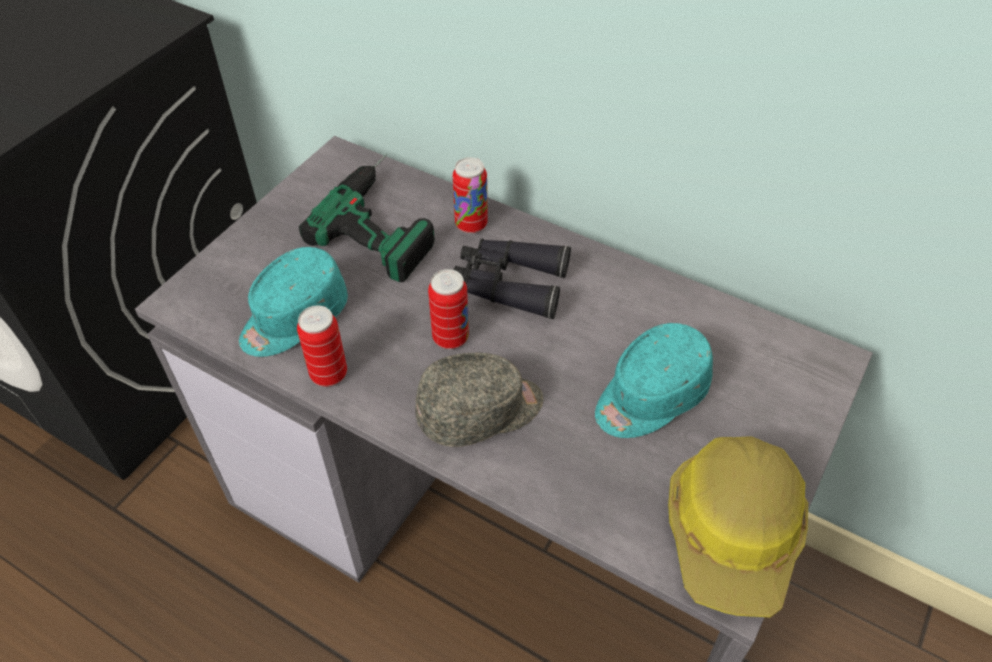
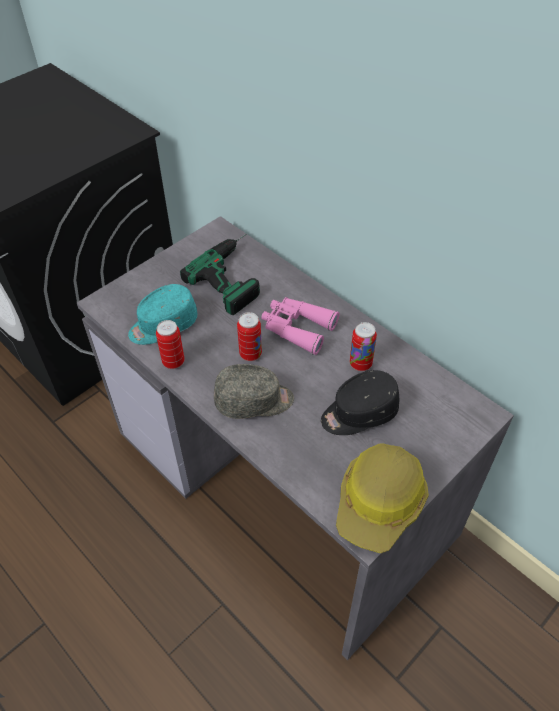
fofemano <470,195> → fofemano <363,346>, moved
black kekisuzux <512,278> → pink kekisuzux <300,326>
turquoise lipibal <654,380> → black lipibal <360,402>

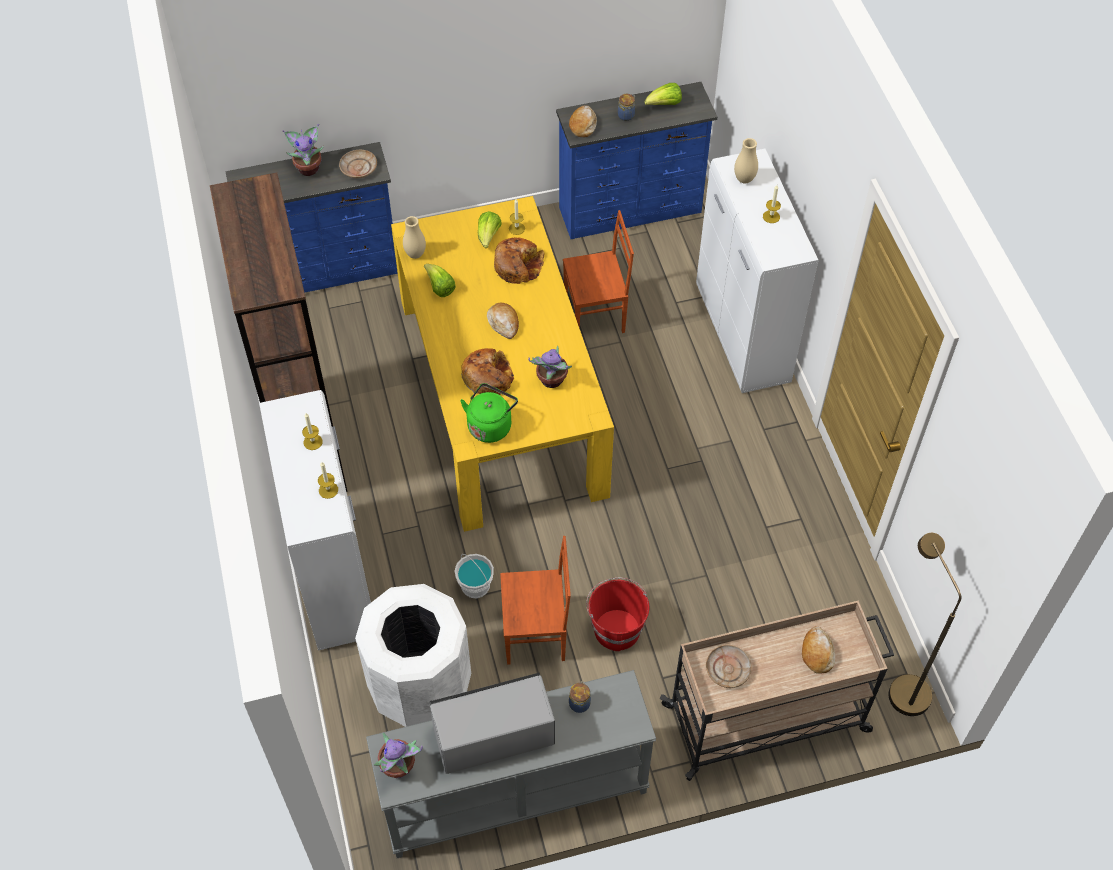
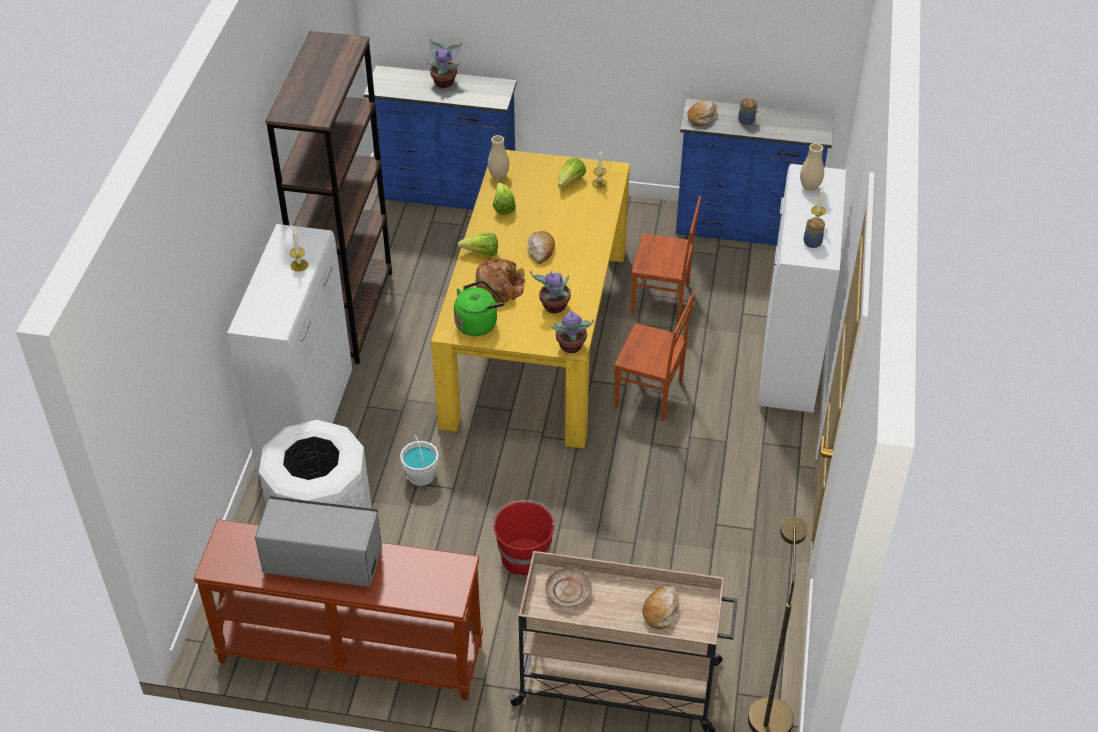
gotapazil <663,94> → gotapazil <477,244>, moved
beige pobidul <358,164> → -
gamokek <519,260> → -
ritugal <328,480> → -
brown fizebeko <535,600> → brown fizebeko <654,356>, moved
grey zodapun <511,764> → brown zodapun <338,609>
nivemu <580,697> → nivemu <814,233>, moved
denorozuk <398,755> → denorozuk <572,332>, moved

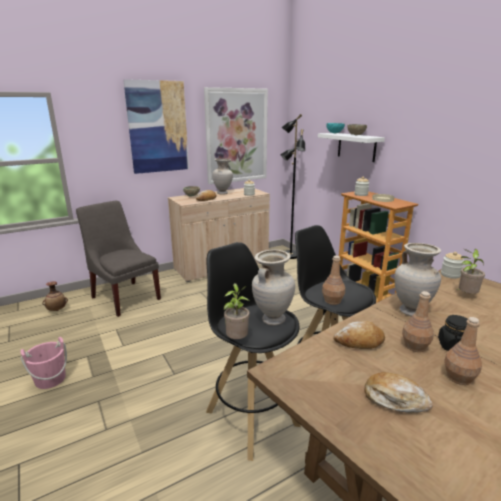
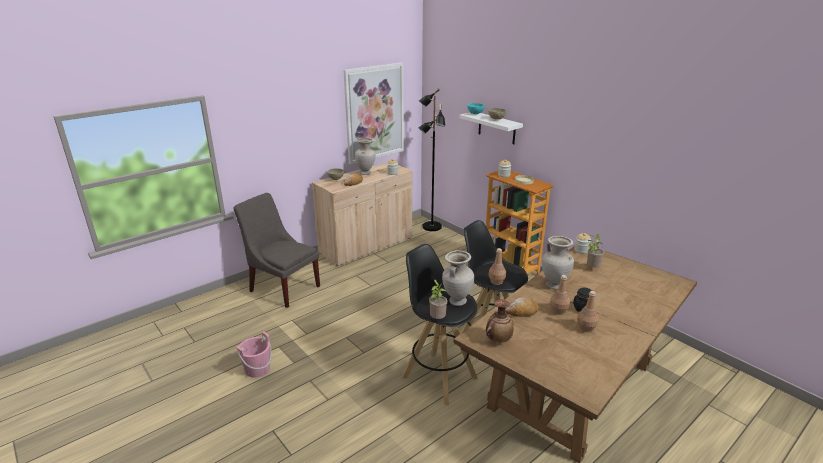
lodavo <156,126> → -
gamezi <55,296> → gamezi <499,321>, moved
gamokek <399,392> → -

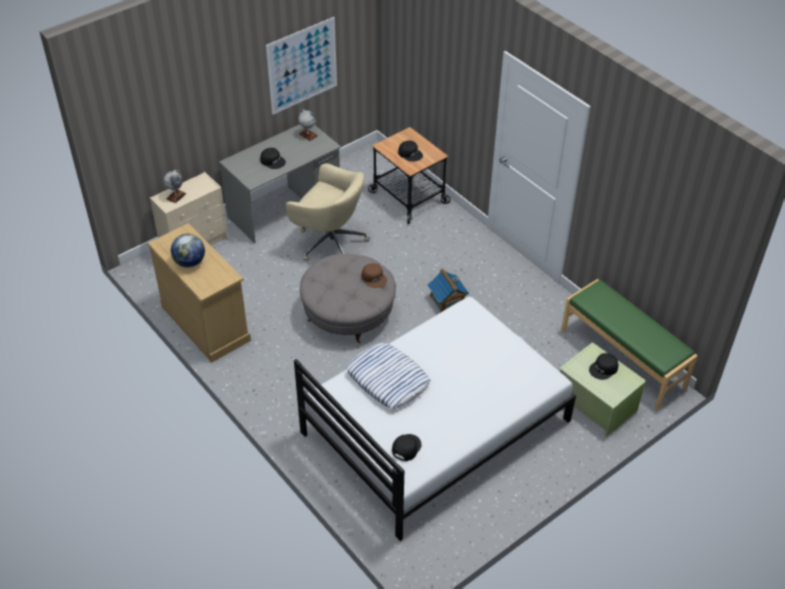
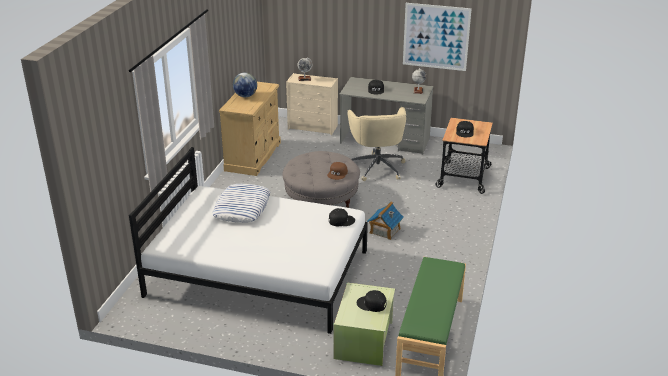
black lipibal <406,447> → black lipibal <342,217>, moved

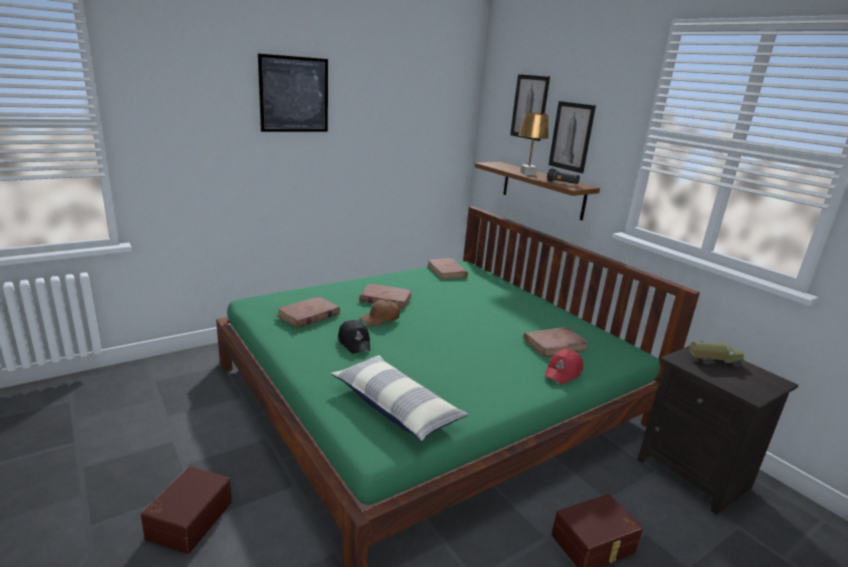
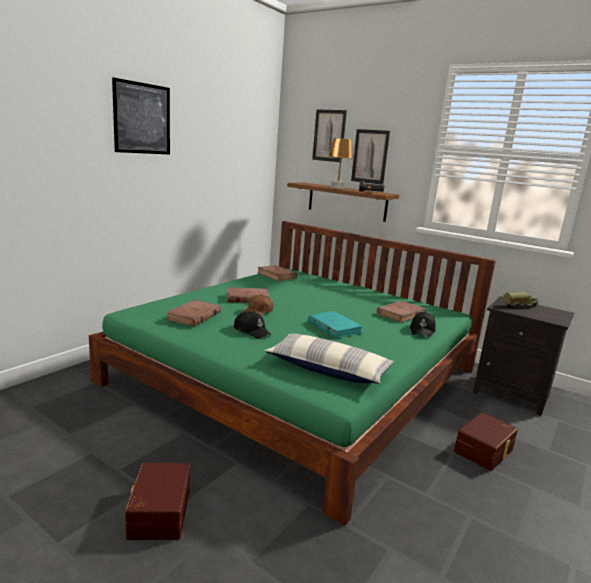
red lipibal <564,366> → black lipibal <423,324>
- → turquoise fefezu <335,324>

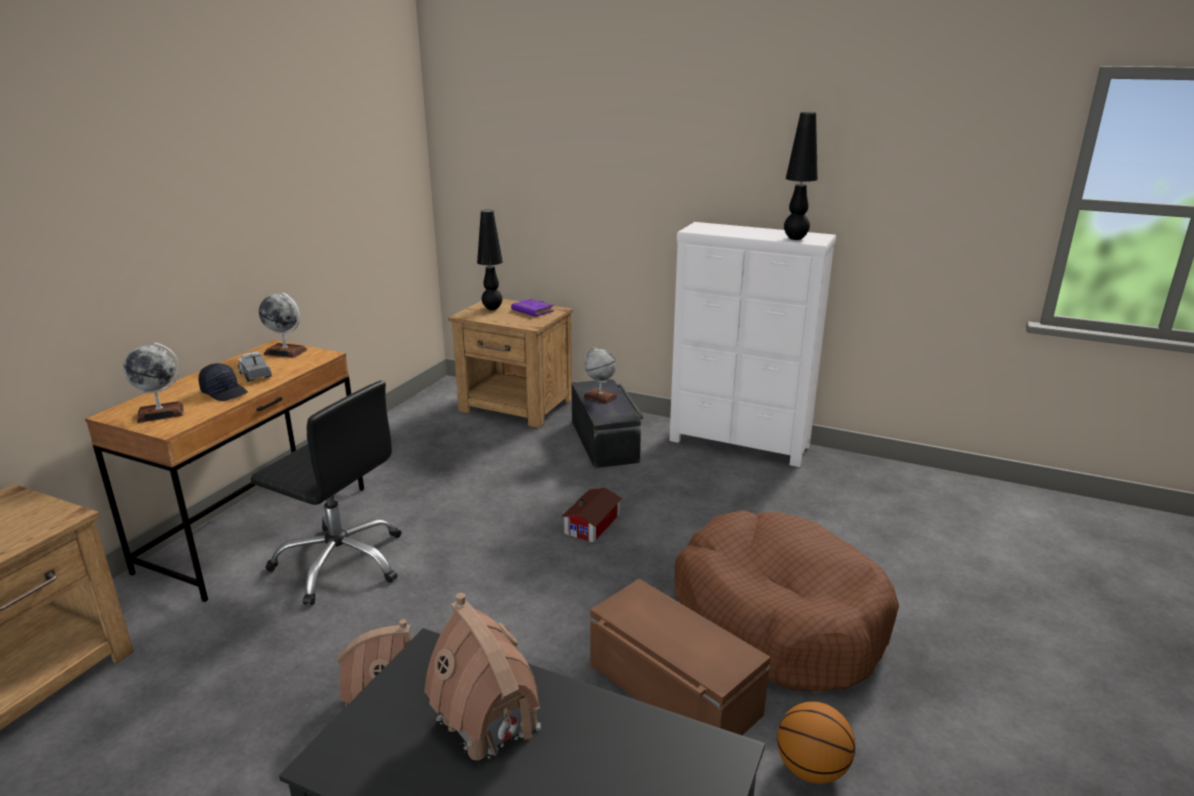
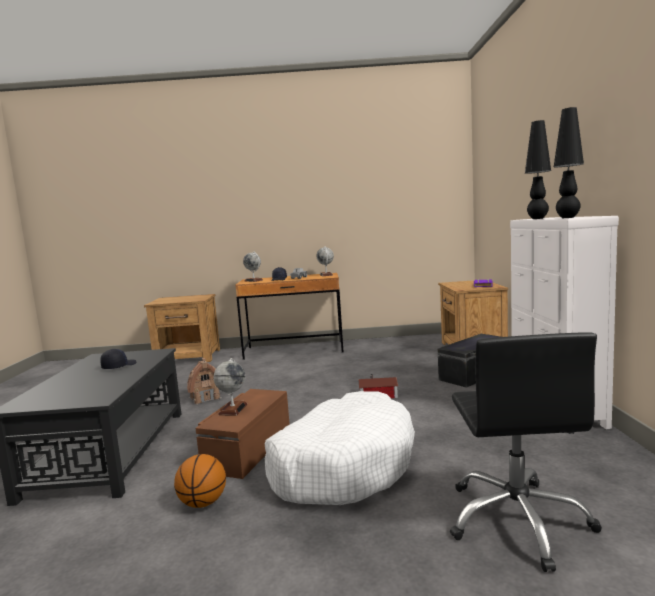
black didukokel <490,260> → black didukokel <538,169>, moved
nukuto <600,375> → nukuto <230,387>, moved
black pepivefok <326,493> → black pepivefok <526,452>, moved
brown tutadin <786,600> → white tutadin <340,448>
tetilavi <482,679> → black lipibal <118,359>

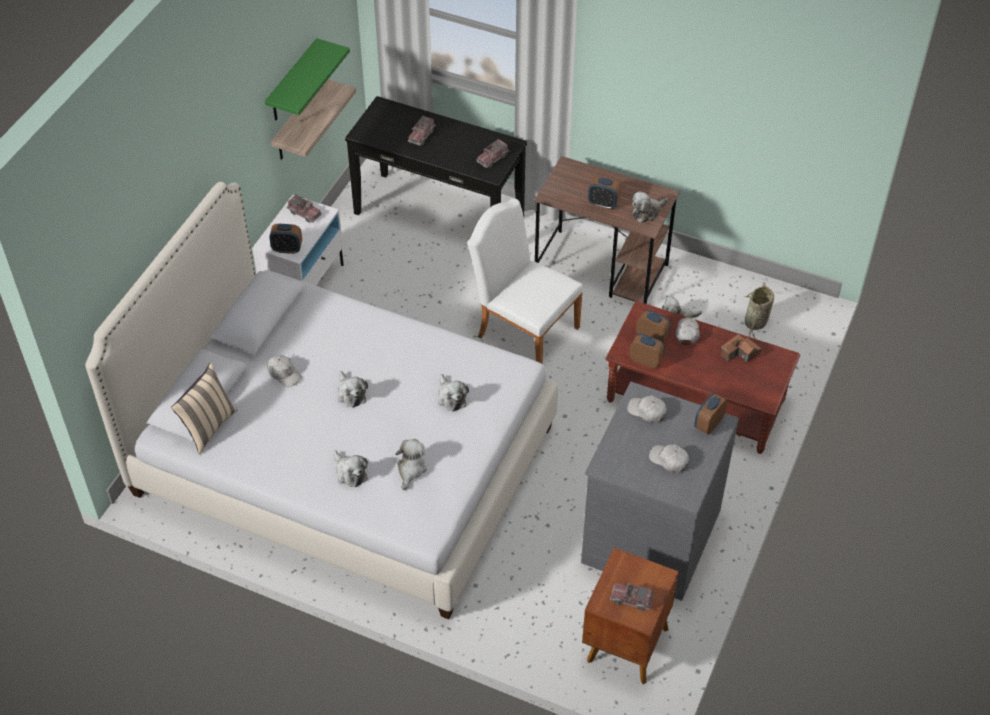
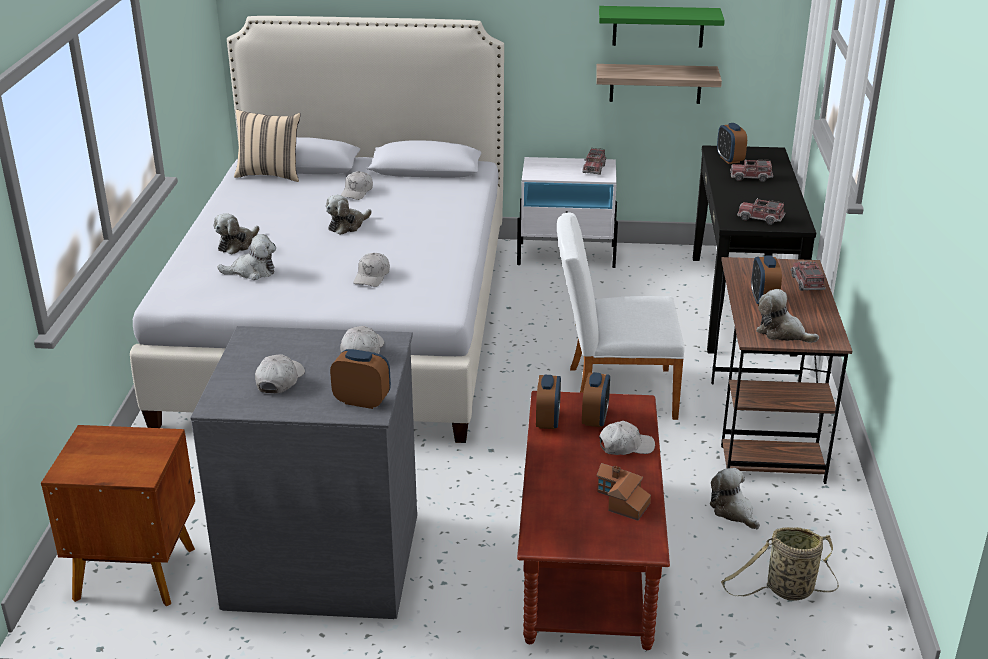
white fizebeko <525,281> → white fizebeko <620,316>, 105 degrees counterclockwise
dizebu <285,239> → dizebu <732,143>, moved
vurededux <453,393> → white lipibal <371,270>
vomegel <632,597> → vomegel <808,276>, moved

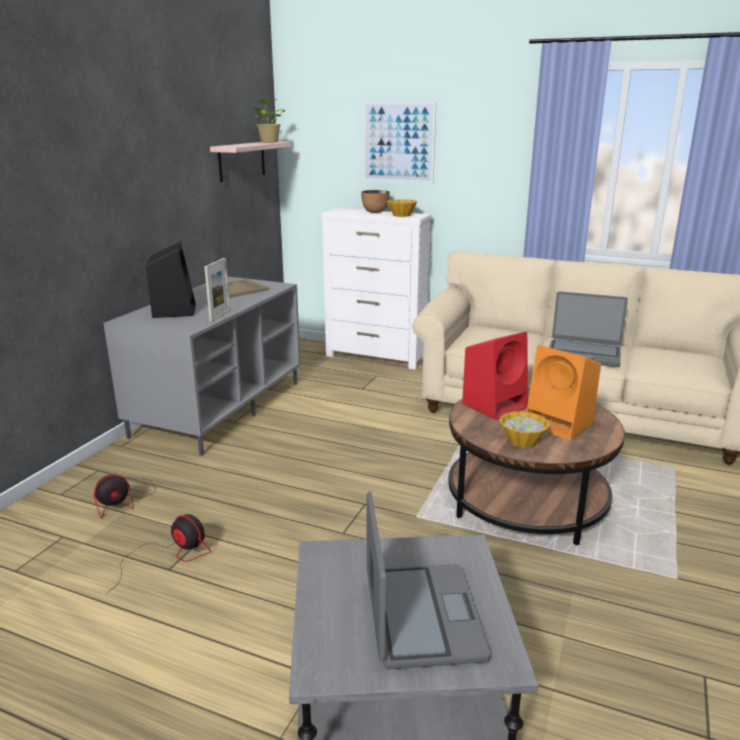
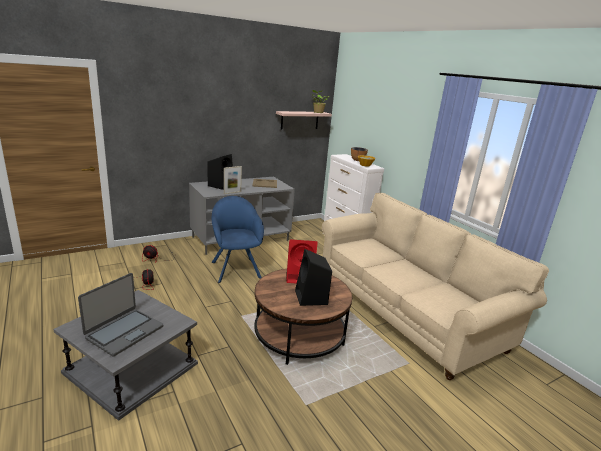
lodavo <399,142> → -
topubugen <588,329> → -
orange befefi <563,392> → black befefi <313,277>
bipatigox <524,429> → -
- → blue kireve <238,239>

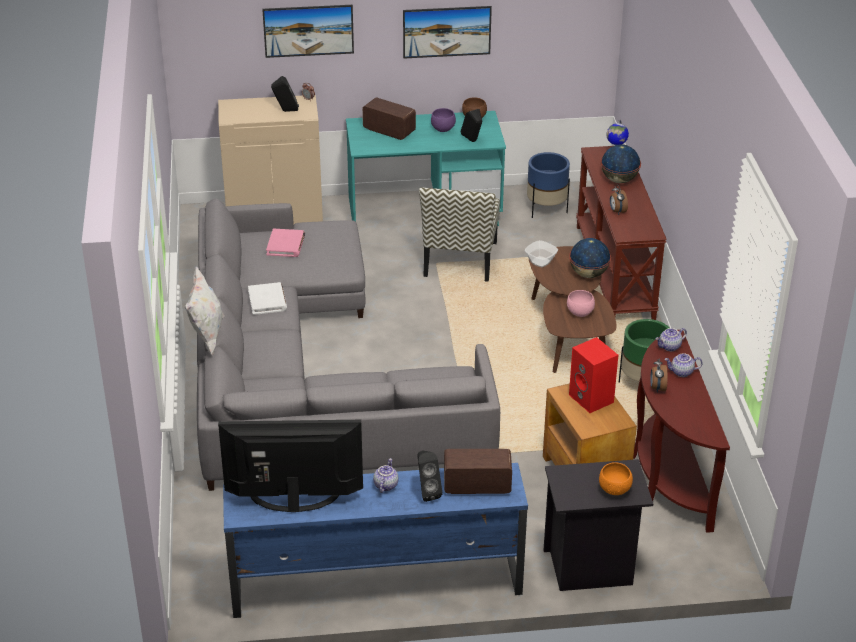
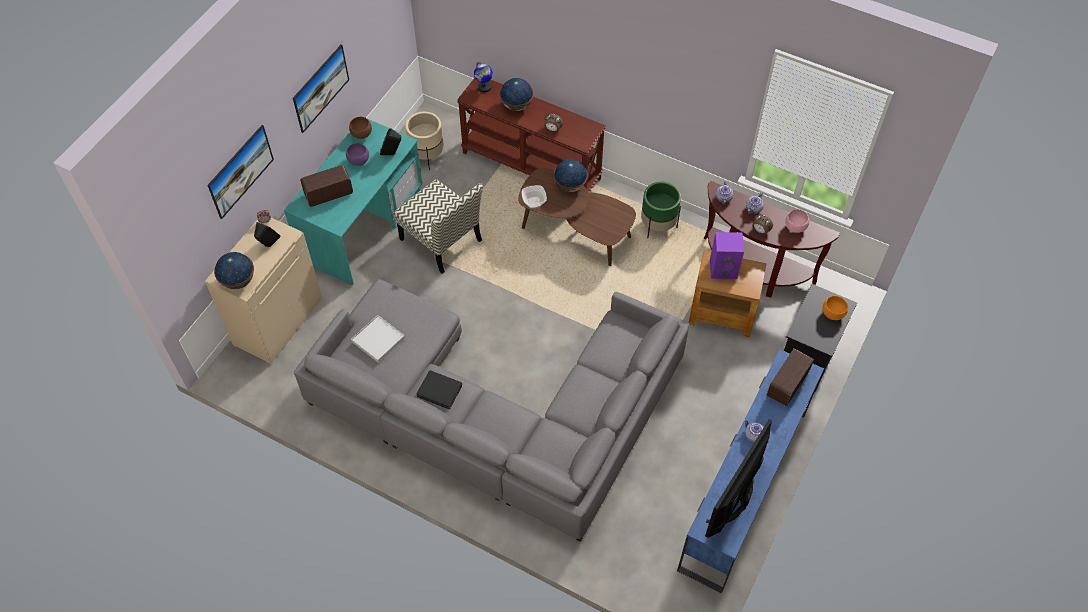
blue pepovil <548,185> → beige pepovil <425,141>
pink fefezu <285,242> → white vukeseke <378,339>
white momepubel <204,311> → -
white fefezu <267,298> → black fefezu <439,389>
pink bipatigox <581,303> → pink bipatigox <797,221>, moved
red befefi <593,375> → purple befefi <727,255>
black befefi <430,476> → -
- → nukuto <234,270>

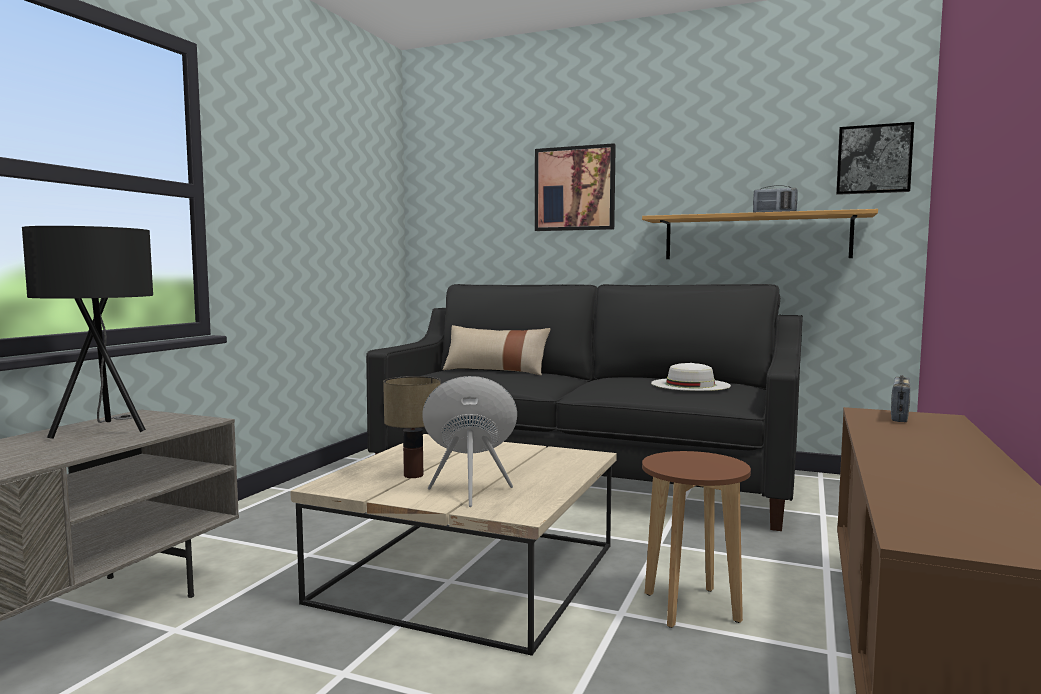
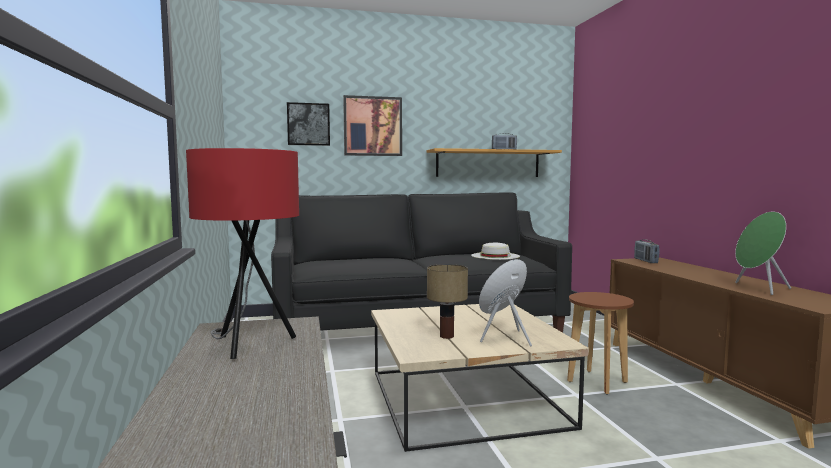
lodavo <875,158> → lodavo <308,124>, moved
black didukokel <87,332> → red didukokel <242,253>
beige momepubel <496,350> → -
- → green befefi <763,253>

